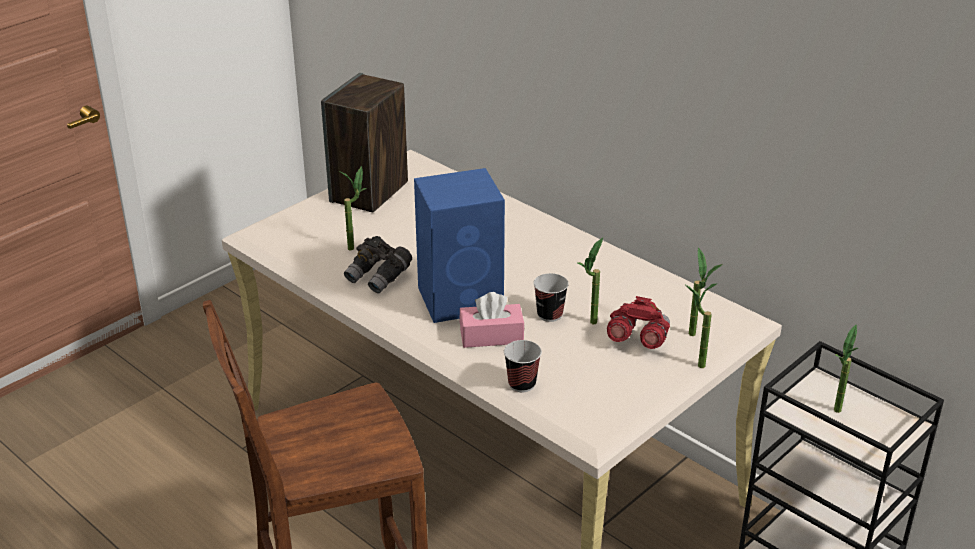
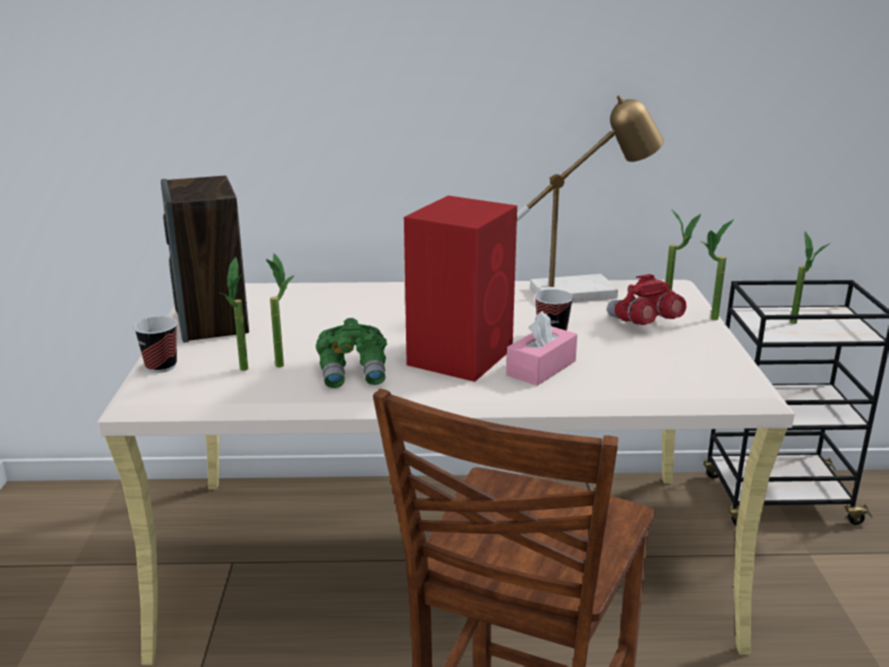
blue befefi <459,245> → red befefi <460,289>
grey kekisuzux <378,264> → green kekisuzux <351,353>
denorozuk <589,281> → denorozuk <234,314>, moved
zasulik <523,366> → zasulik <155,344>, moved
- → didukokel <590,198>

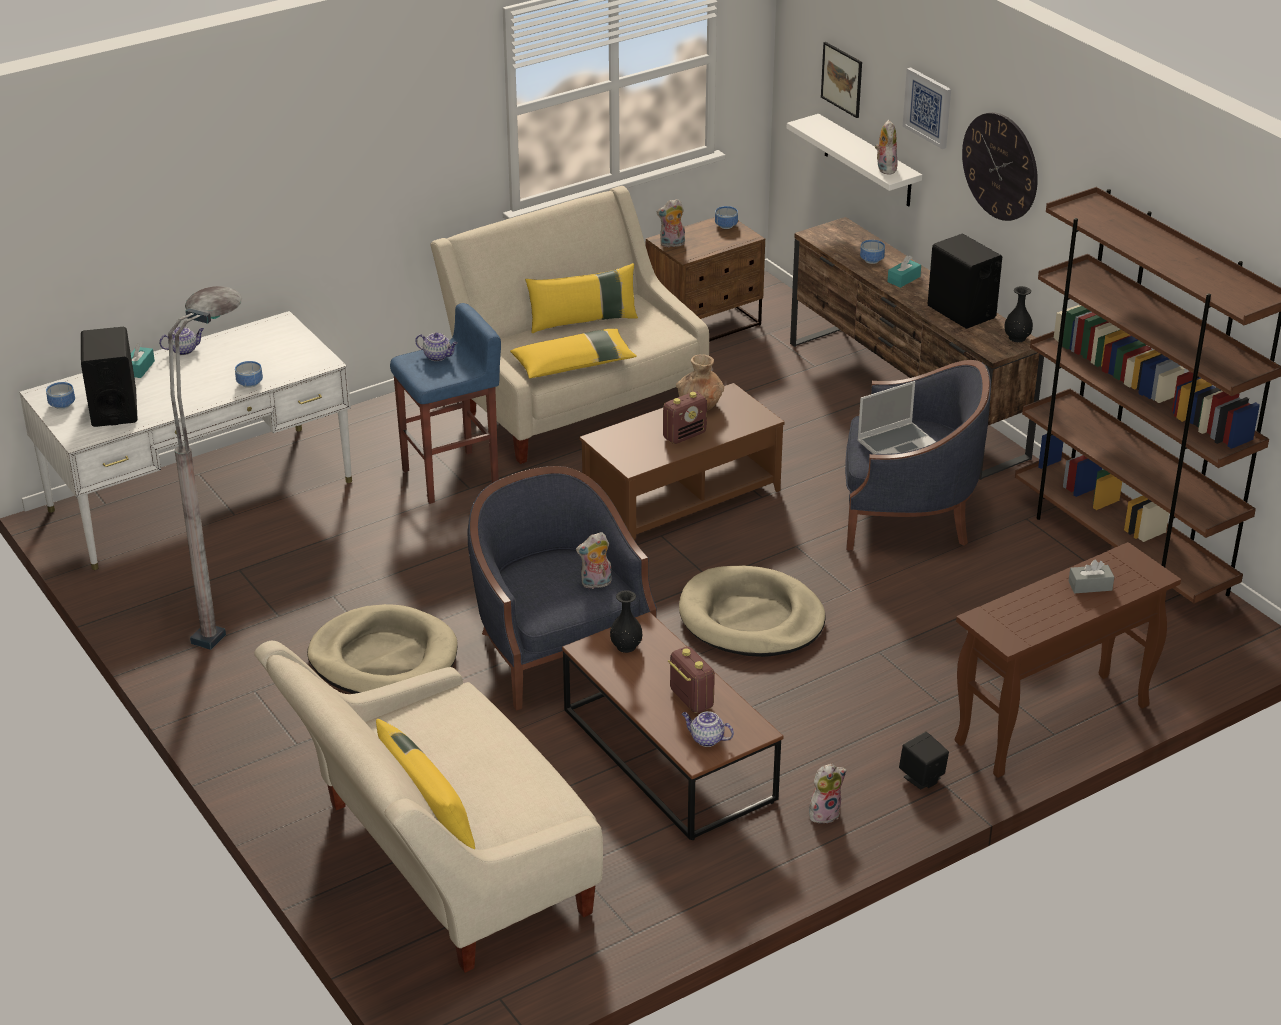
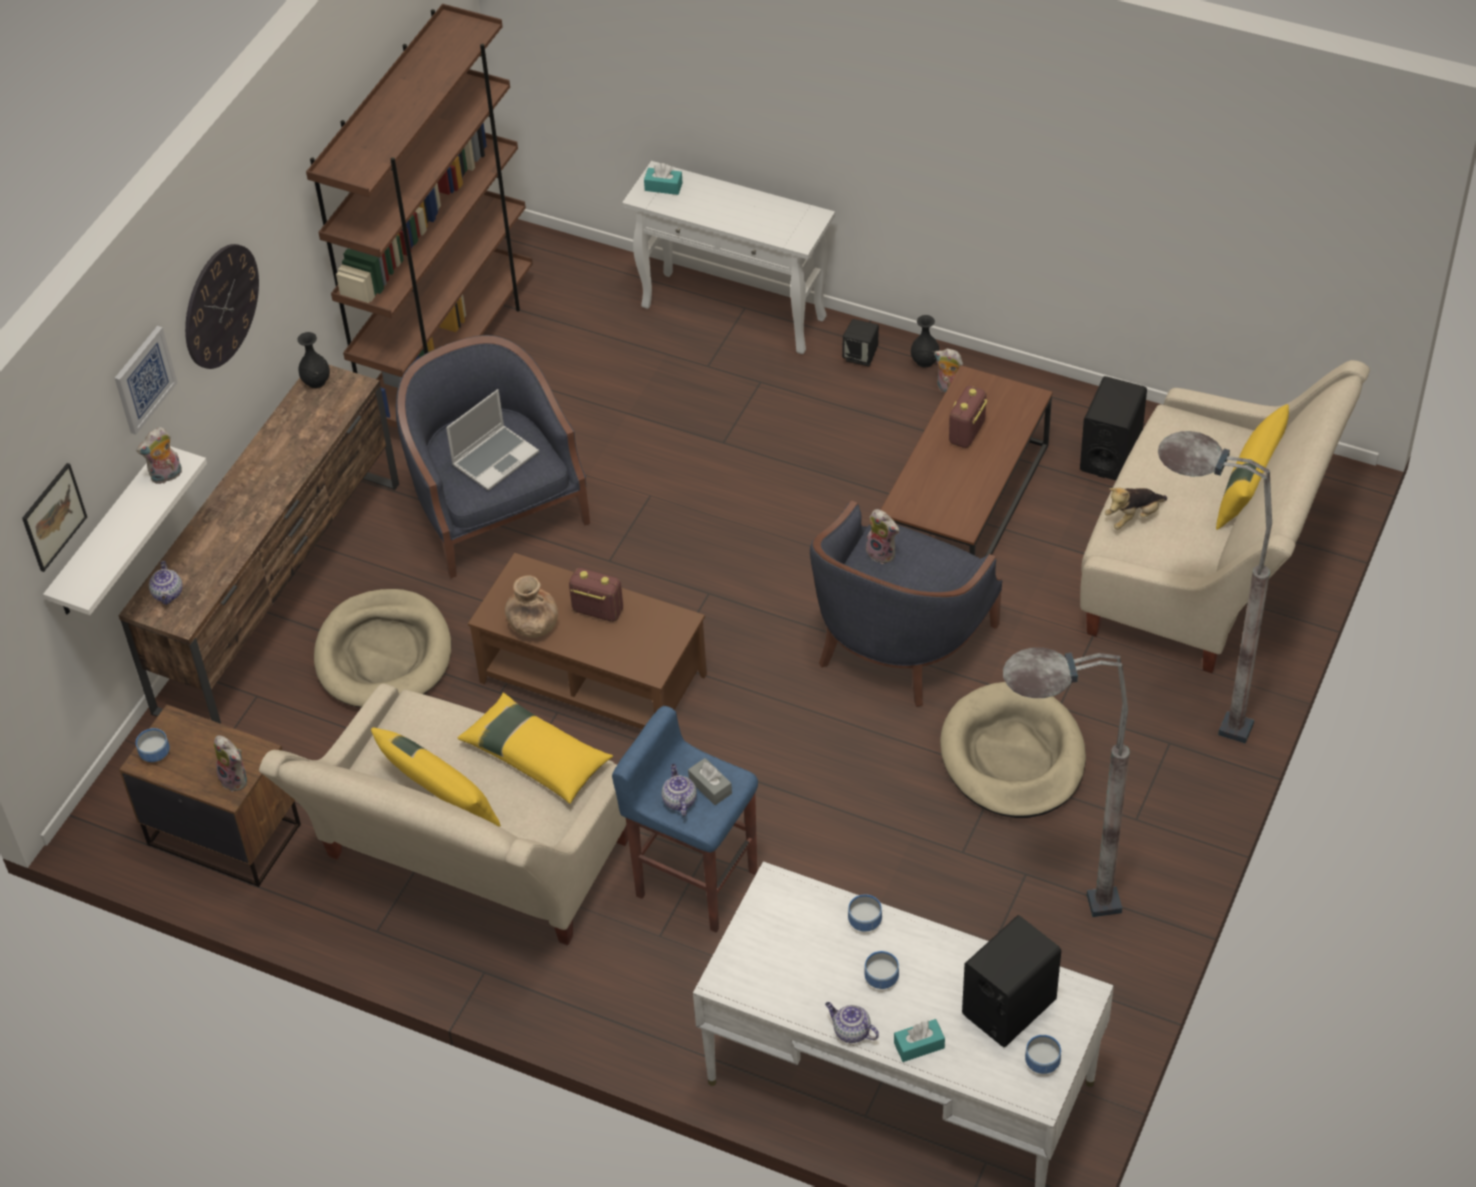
black befefi <965,281> → black befefi <1113,428>, moved
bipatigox <872,252> → bipatigox <881,970>, moved
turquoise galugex <904,271> → turquoise galugex <663,179>, moved
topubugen <896,417> → topubugen <492,440>, 105 degrees clockwise
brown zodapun <1068,660> → white zodapun <728,257>
grey galugex <1091,577> → grey galugex <710,781>, moved
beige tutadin <752,611> → beige tutadin <382,648>, moved
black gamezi <626,621> → black gamezi <925,341>, moved
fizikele <708,729> → fizikele <166,583>, moved
- → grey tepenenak <1215,587>
- → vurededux <1136,508>

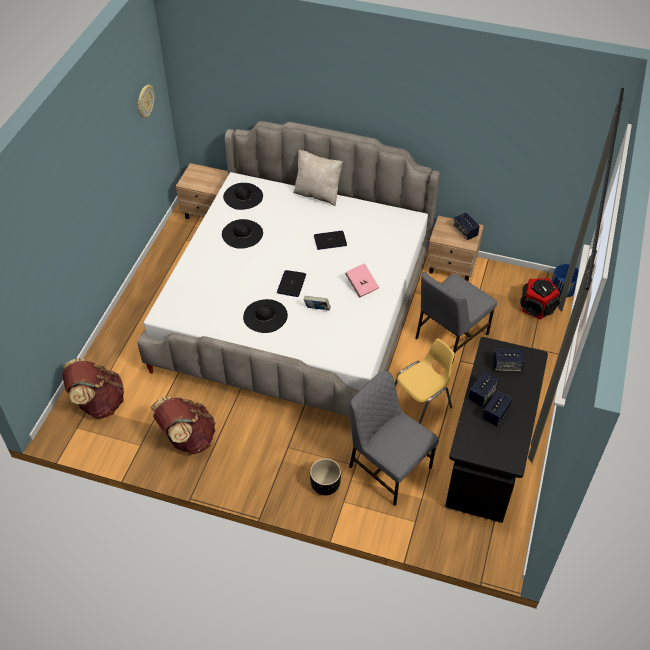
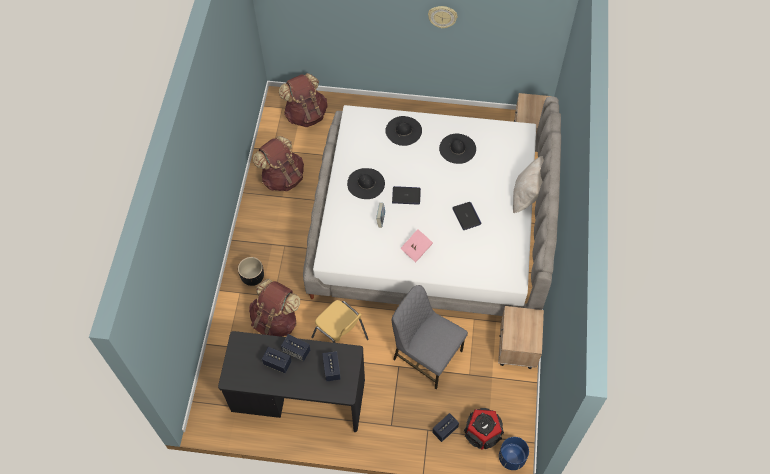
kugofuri <146,101> → kugofuri <443,17>, moved
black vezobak <243,196> → black vezobak <403,131>, moved
befefi <467,226> → befefi <445,427>, moved
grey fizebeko <394,438> → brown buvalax <274,308>

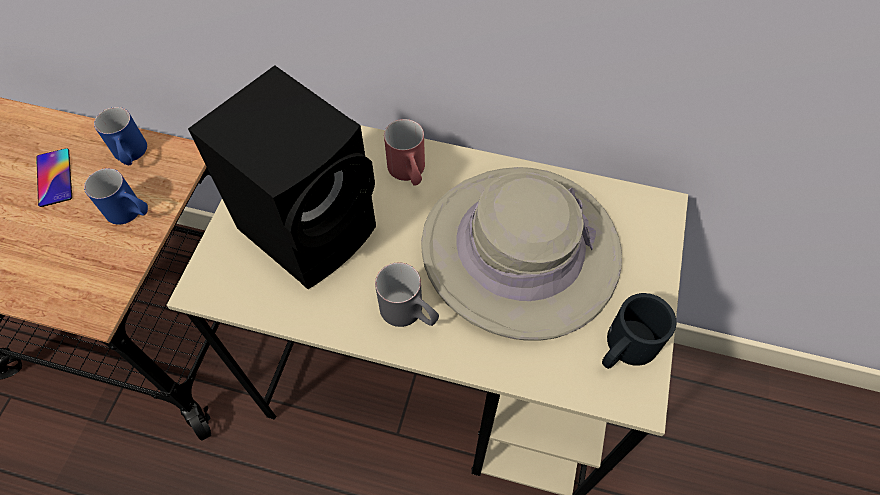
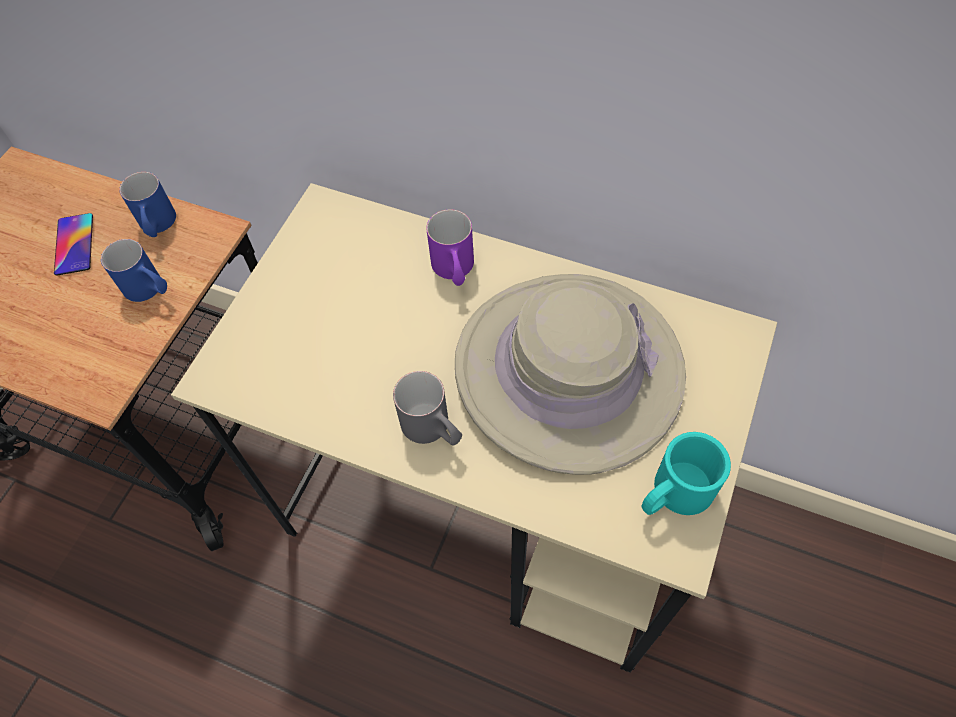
black befefi <282,177> → -
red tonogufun <404,152> → purple tonogufun <450,247>
black tonogufun <639,331> → turquoise tonogufun <686,473>

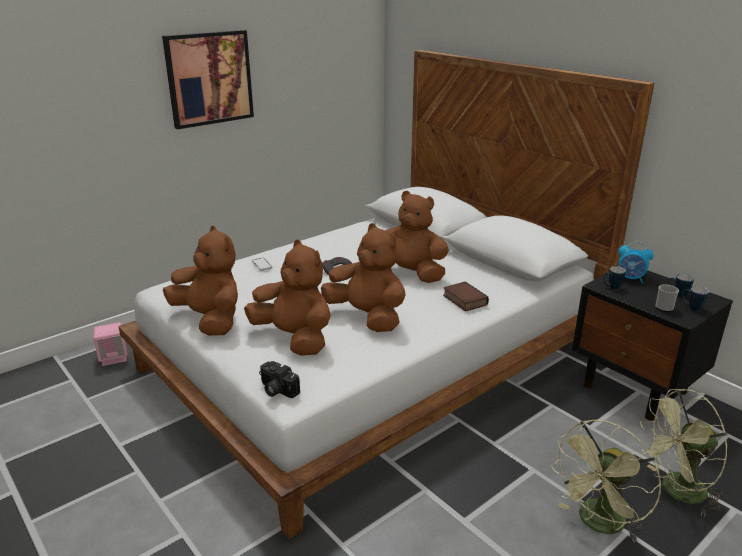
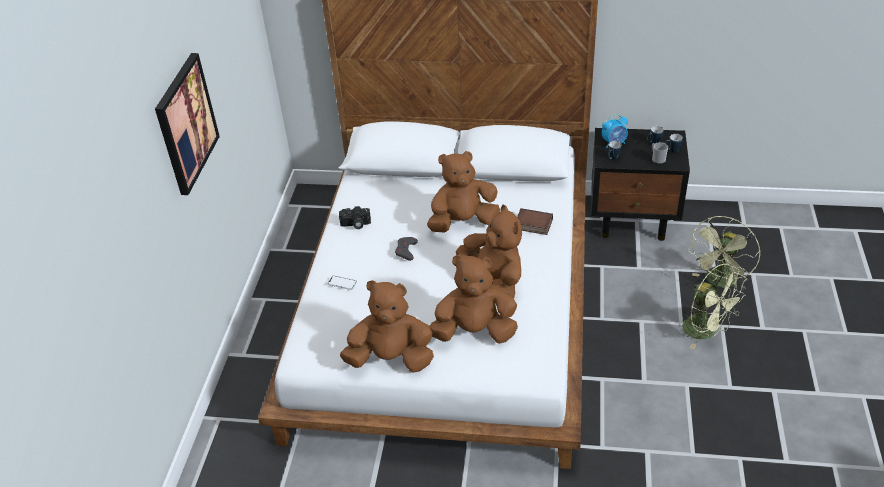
brown vurededux <363,277> → brown vurededux <489,251>, 60 degrees clockwise
pink befefi <110,344> → -
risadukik <279,379> → risadukik <355,217>, moved
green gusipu <606,481> → green gusipu <714,306>, 45 degrees counterclockwise

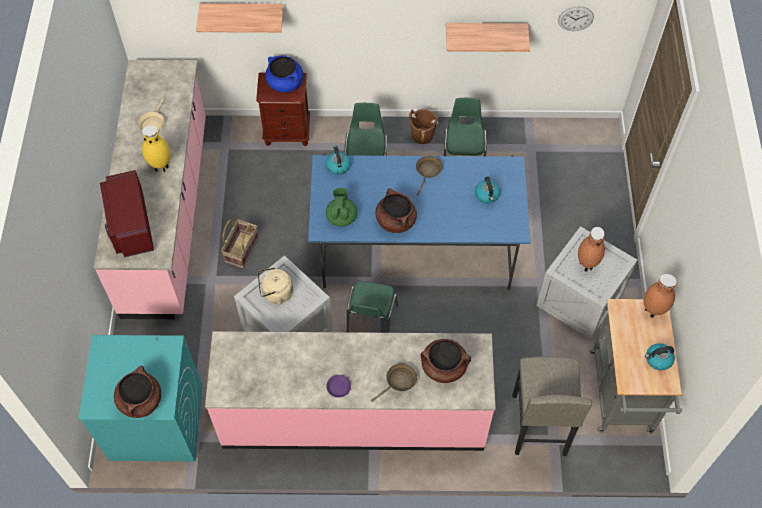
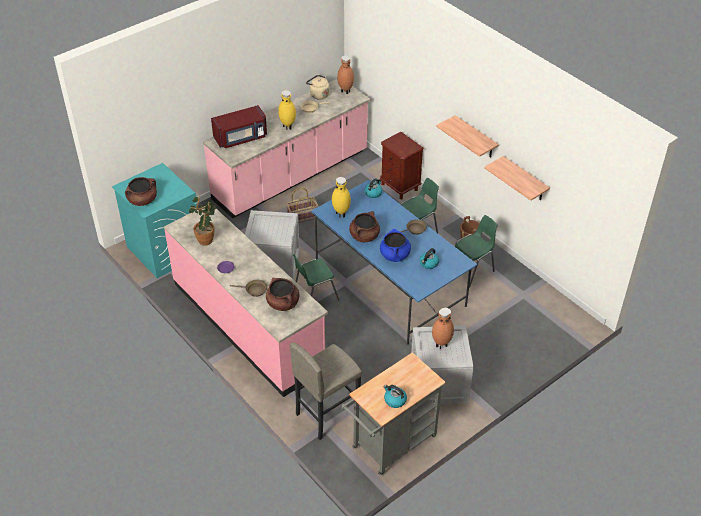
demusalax <239,18> → demusalax <467,136>, moved
kugofuri <576,18> → -
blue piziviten <284,73> → blue piziviten <395,245>, moved
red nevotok <127,213> → red nevotok <239,126>, 150 degrees counterclockwise
green fizikele <341,207> → yellow gamezi <341,197>
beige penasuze <275,286> → beige penasuze <317,87>, moved
brown gamezi <660,296> → brown gamezi <345,74>, moved
- → denorozuk <202,221>

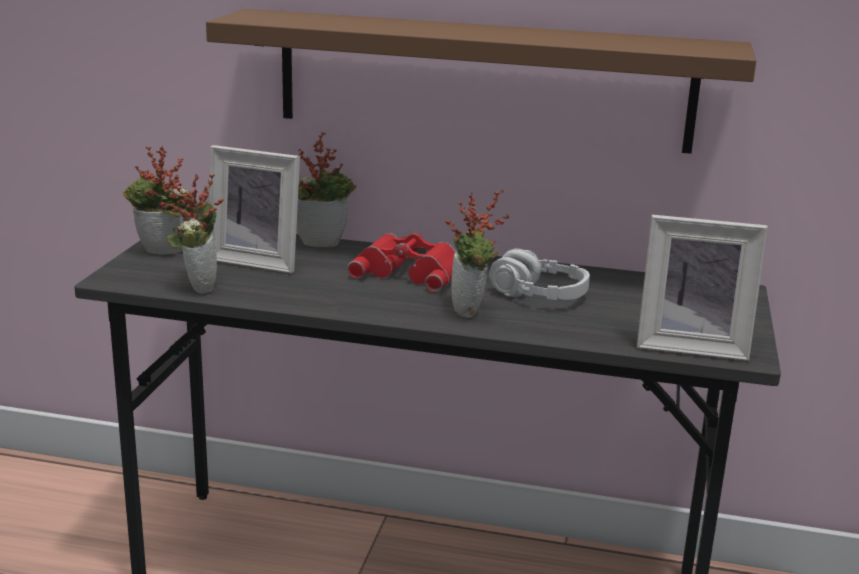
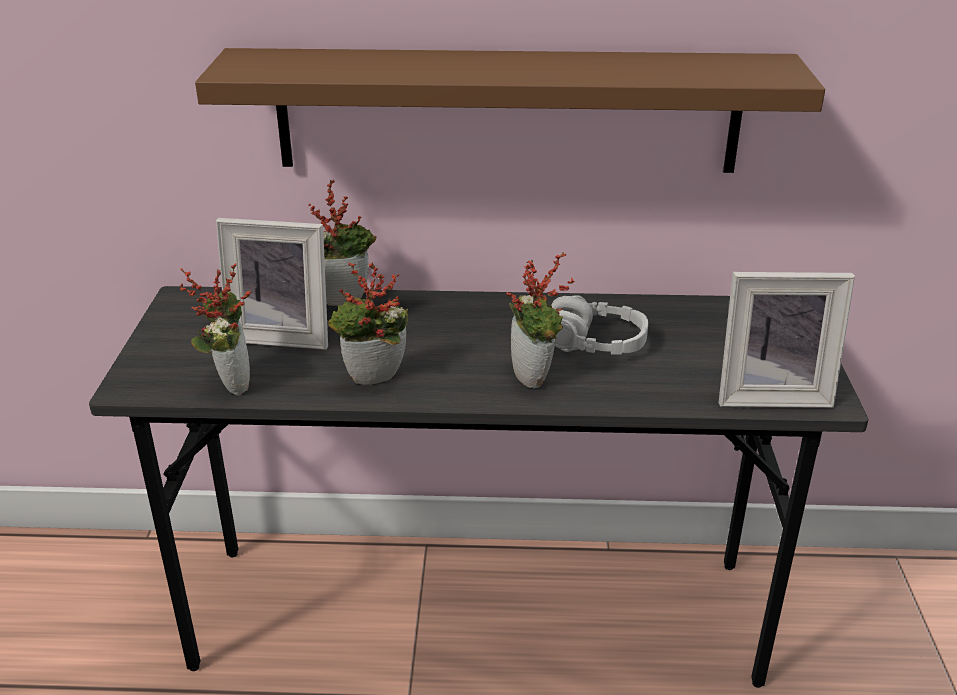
denorozuk <158,200> → denorozuk <368,323>, moved
red kekisuzux <401,262> → -

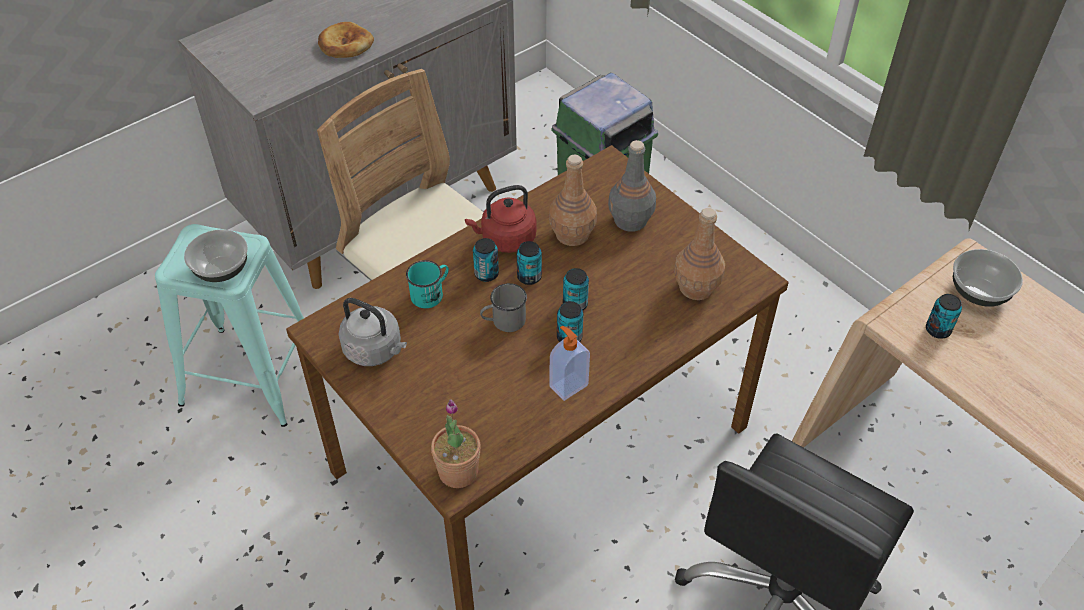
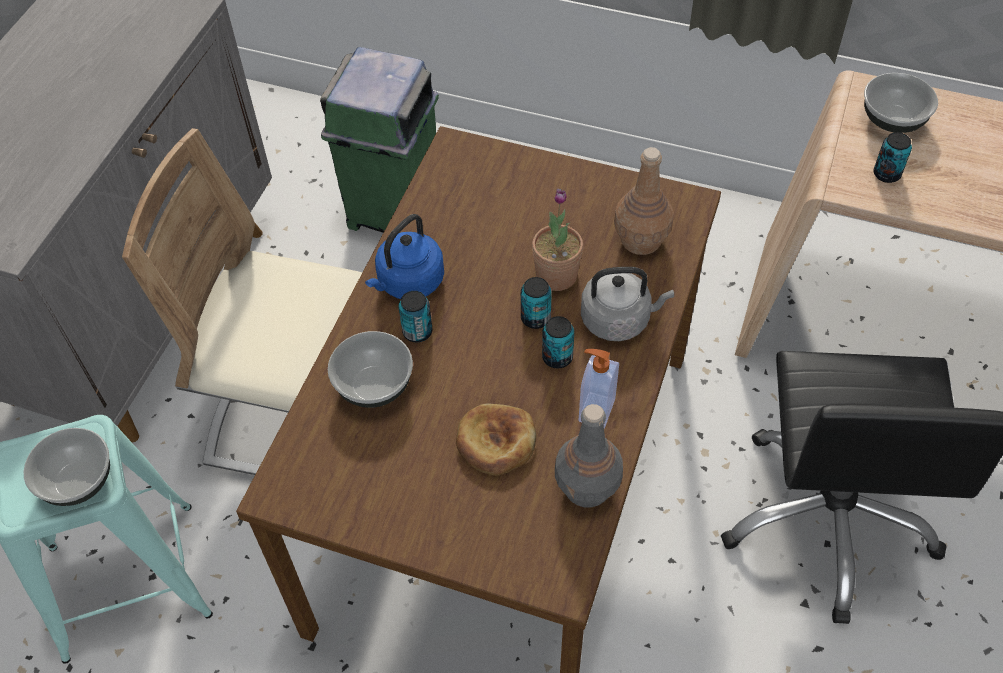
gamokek <346,40> → gamokek <496,439>, moved
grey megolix <632,186> → grey megolix <589,455>, moved
brown megolix <573,200> → -
red penasuze <500,219> → blue penasuze <404,256>
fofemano <529,263> → -
turquoise tonogufun <427,284> → bipatigox <370,369>
grey tonogufun <503,307> → -
grey penasuze <373,332> → grey penasuze <627,304>, moved
denorozuk <456,443> → denorozuk <557,240>, moved

